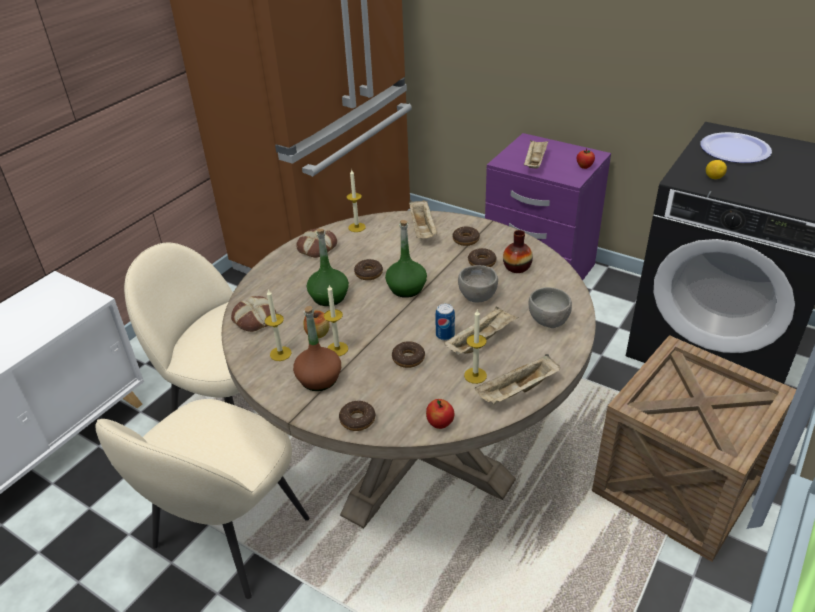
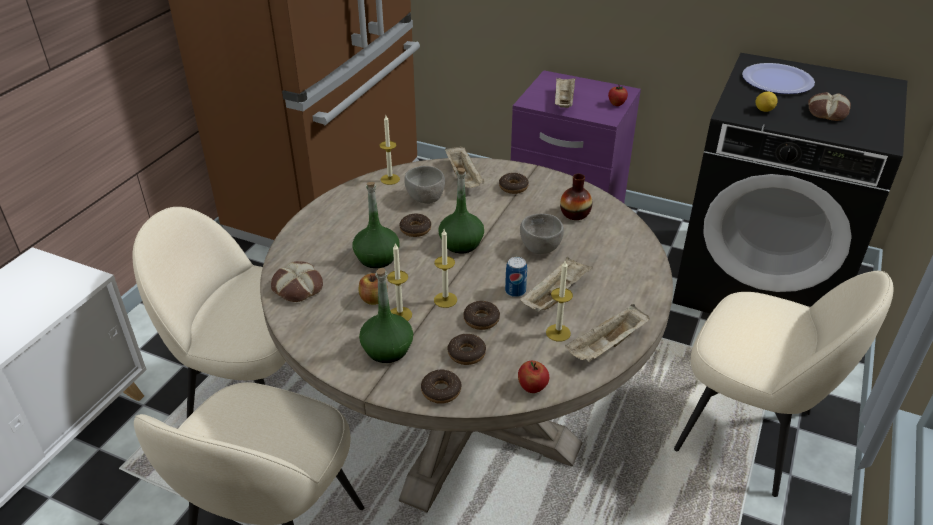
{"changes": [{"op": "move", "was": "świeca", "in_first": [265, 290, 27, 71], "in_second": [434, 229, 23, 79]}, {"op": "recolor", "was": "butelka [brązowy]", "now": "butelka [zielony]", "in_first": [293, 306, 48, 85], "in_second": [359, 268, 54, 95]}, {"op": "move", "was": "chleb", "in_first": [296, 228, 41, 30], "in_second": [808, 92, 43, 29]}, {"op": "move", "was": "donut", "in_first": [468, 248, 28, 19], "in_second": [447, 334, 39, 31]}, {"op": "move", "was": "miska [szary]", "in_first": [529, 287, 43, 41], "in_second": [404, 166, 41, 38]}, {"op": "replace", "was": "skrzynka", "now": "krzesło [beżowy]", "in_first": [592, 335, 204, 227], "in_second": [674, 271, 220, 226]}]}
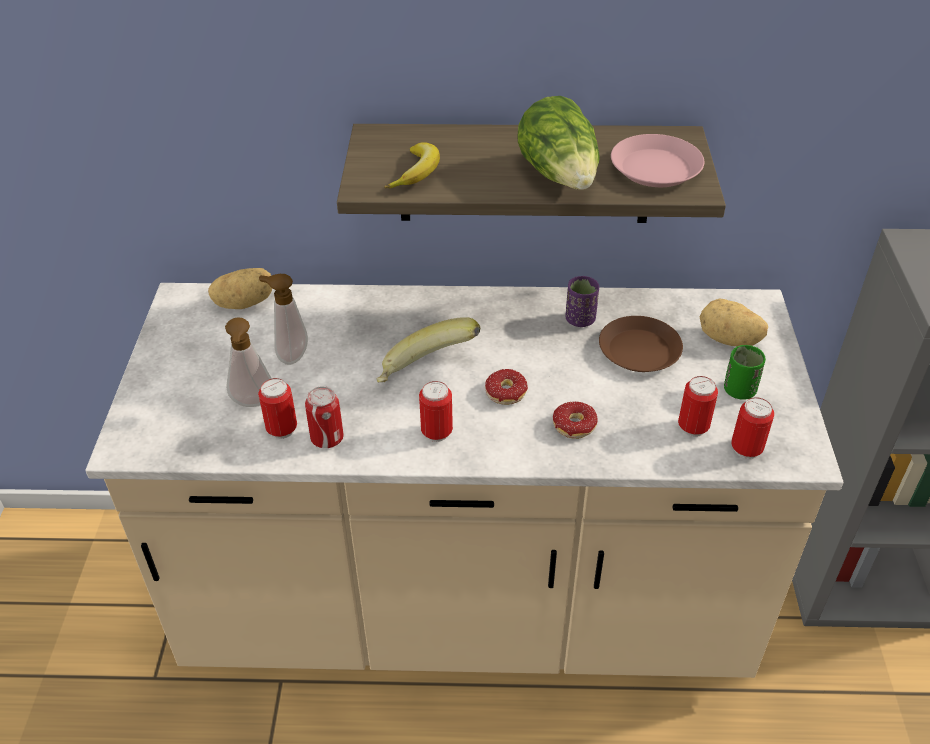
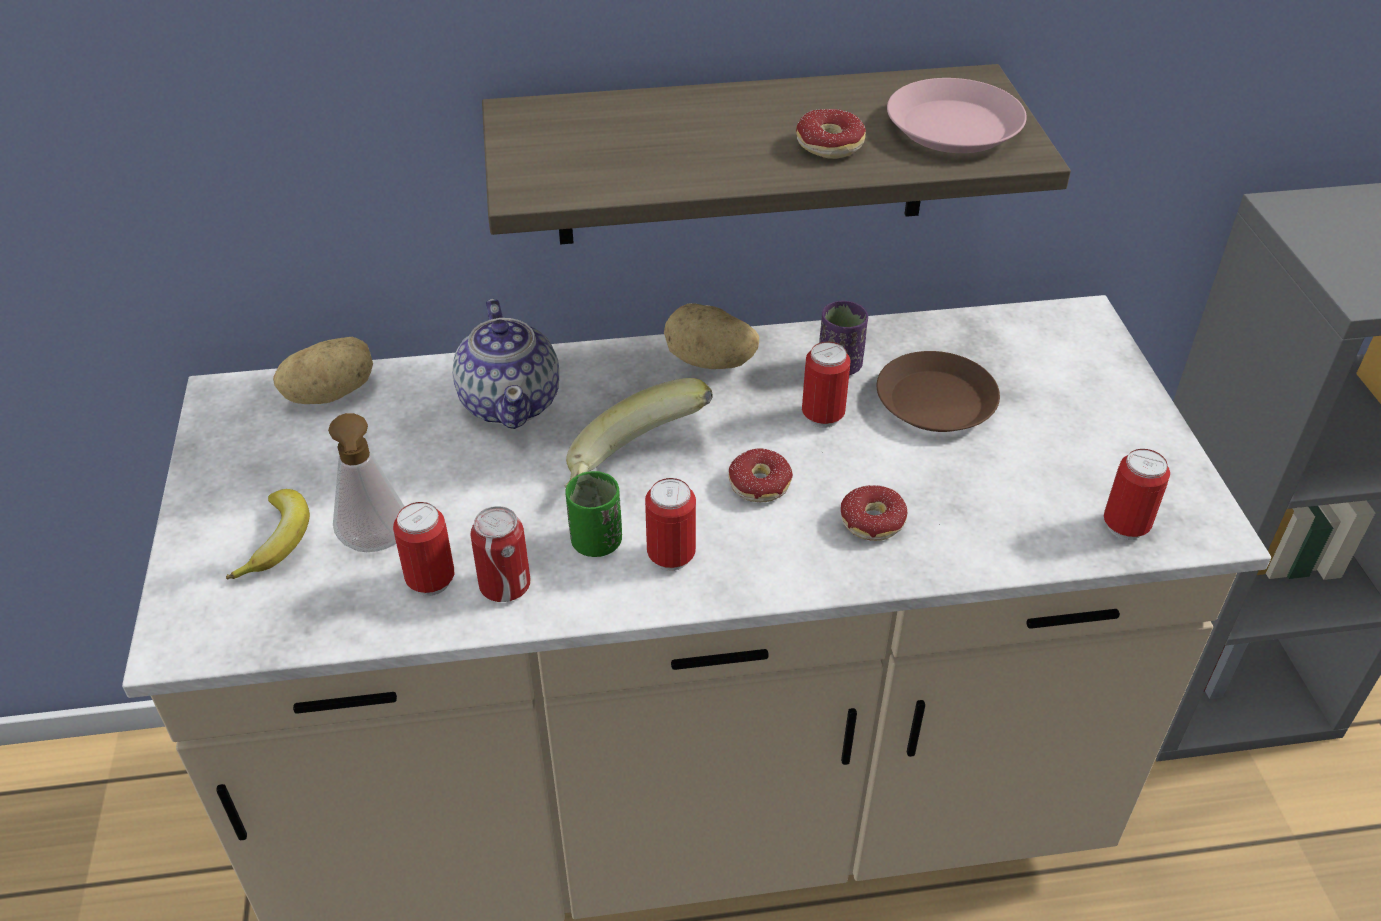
{"changes": [{"op": "delete", "was": "dozownik mydła", "in_first": [259, 274, 49, 91]}, {"op": "move", "was": "banan", "in_first": [384, 142, 56, 47], "in_second": [226, 489, 84, 90]}, {"op": "replace", "was": "sałata", "now": "donut", "in_first": [517, 96, 83, 94], "in_second": [796, 109, 70, 50]}, {"op": "move", "was": "puszka", "in_first": [678, 376, 40, 61], "in_second": [802, 342, 48, 86]}, {"op": "move", "was": "ziemniak", "in_first": [700, 299, 68, 47], "in_second": [664, 303, 95, 66]}, {"op": "move", "was": "filiżanka [zielony]", "in_first": [724, 345, 42, 55], "in_second": [565, 471, 57, 86]}, {"op": "insert", "now": "imbryk", "in_second": [452, 299, 107, 130]}]}
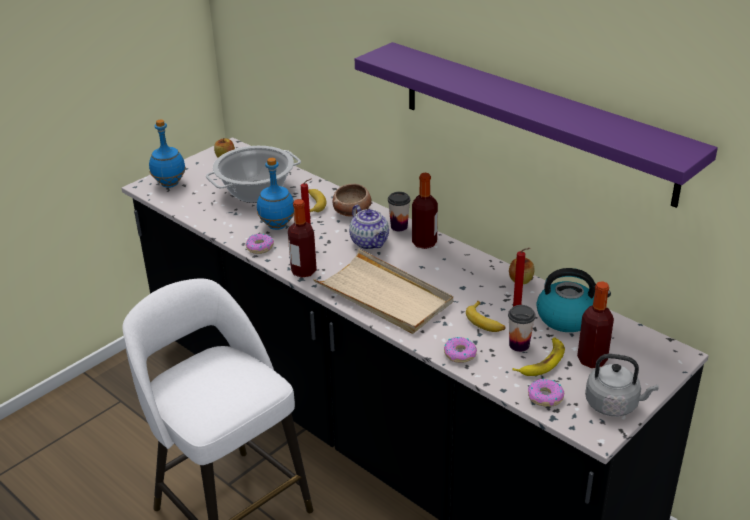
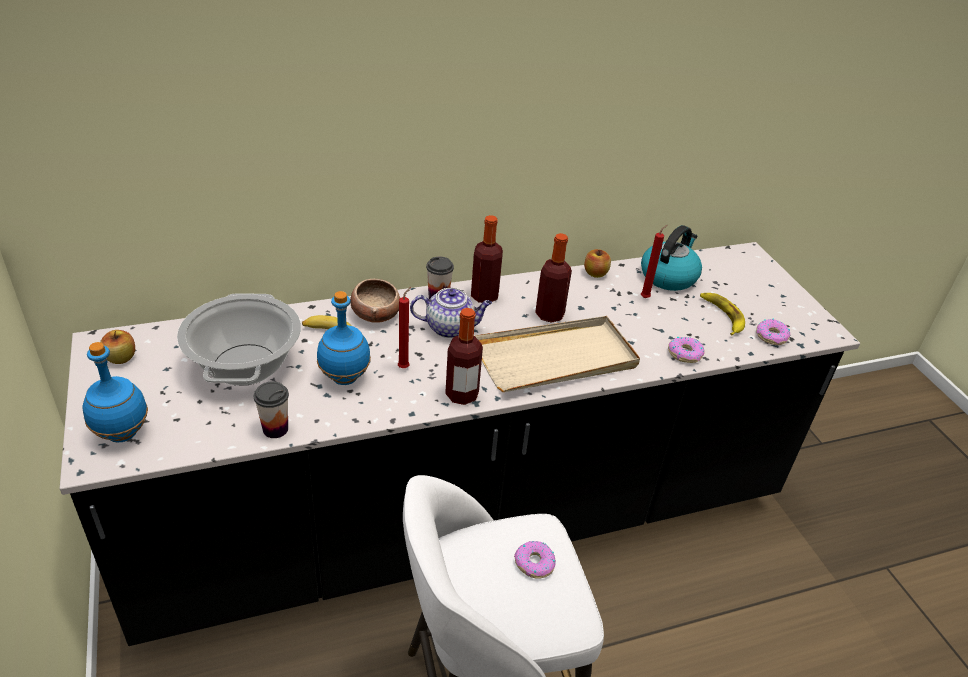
{"changes": [{"op": "move", "was": "donut", "in_first": [246, 233, 28, 21], "in_second": [514, 541, 42, 38]}, {"op": "delete", "was": "półka [fioletowy]", "in_first": [355, 42, 363, 166]}, {"op": "delete", "was": "banan", "in_first": [466, 301, 39, 31]}, {"op": "move", "was": "filiżanka", "in_first": [508, 305, 28, 47], "in_second": [254, 381, 35, 57]}, {"op": "move", "was": "butelka", "in_first": [577, 281, 37, 87], "in_second": [535, 233, 37, 90]}, {"op": "delete", "was": "czajnik [szary]", "in_first": [585, 354, 74, 62]}]}
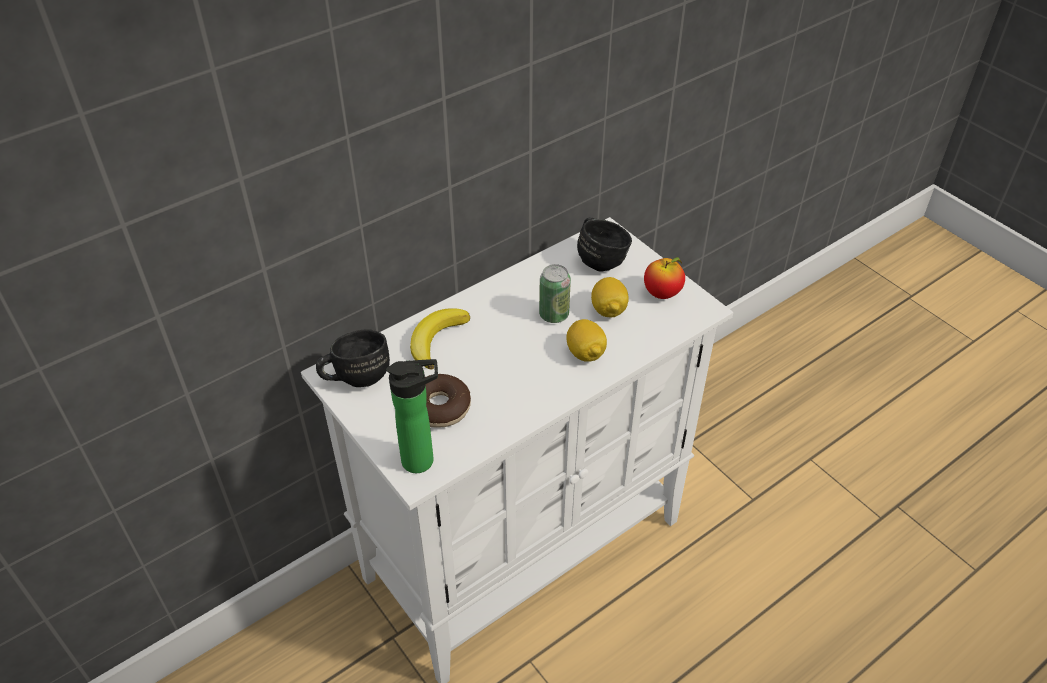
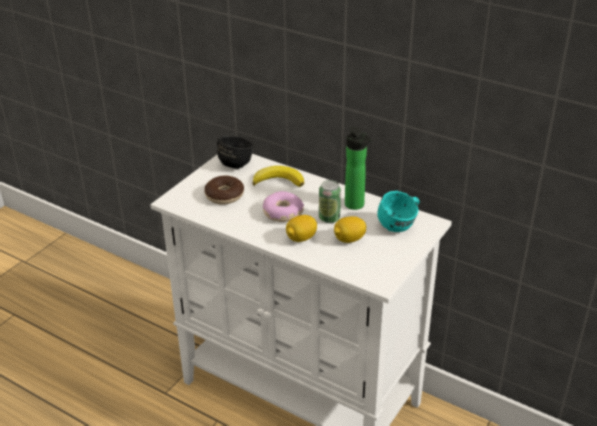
{"changes": [{"op": "move", "was": "butelka", "in_first": [386, 359, 52, 114], "in_second": [345, 127, 27, 83]}, {"op": "recolor", "was": "kubek [czarny]", "now": "kubek [turkusowy]", "in_first": [577, 218, 55, 54], "in_second": [378, 191, 41, 41]}, {"op": "delete", "was": "jabłko", "in_first": [644, 257, 41, 42]}, {"op": "insert", "now": "donut", "in_second": [263, 191, 41, 31]}]}
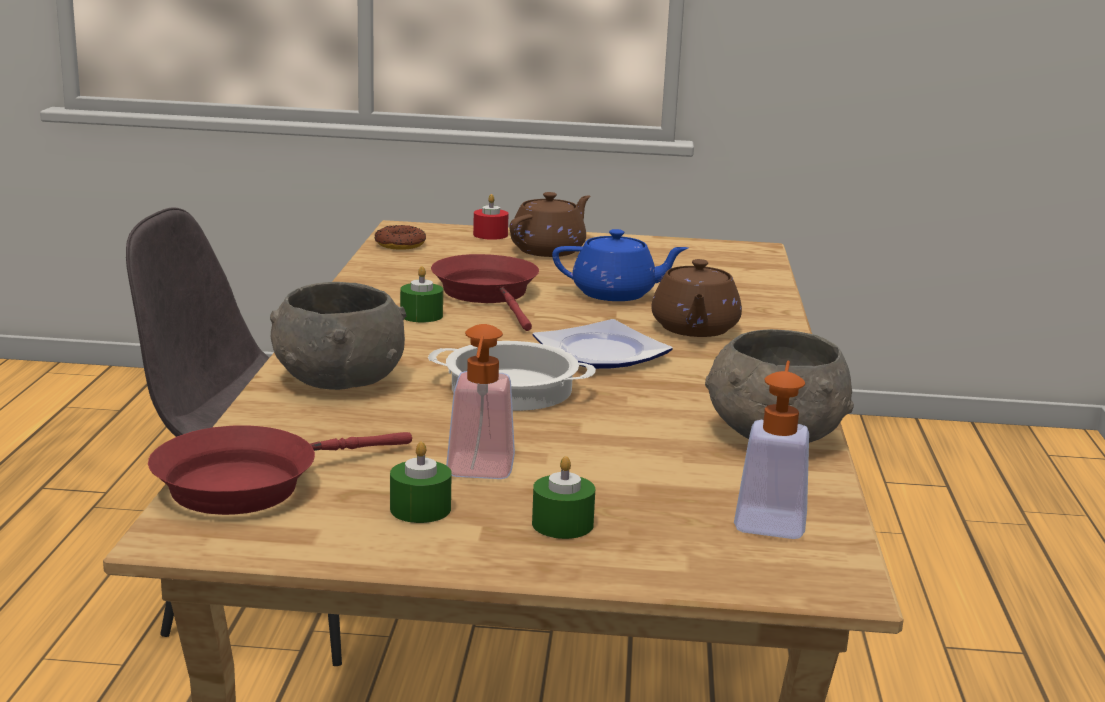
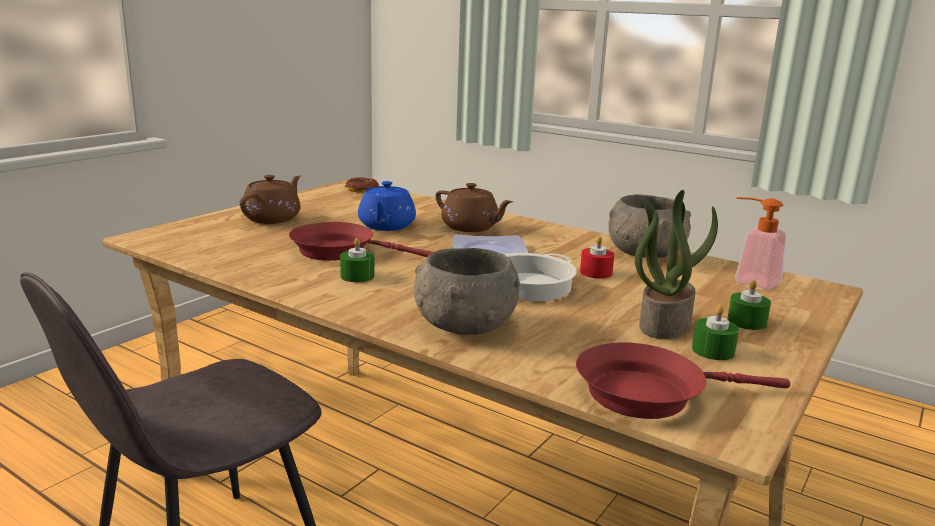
{"changes": [{"op": "rotate", "was": "patelnia [czerwony]", "in_first": [148, 426, 264, 89], "in_second": [576, 342, 214, 77], "clockwise": 90}, {"op": "move", "was": "donut", "in_first": [375, 225, 51, 25], "in_second": [345, 177, 34, 16]}, {"op": "replace", "was": "dozownik mydła", "now": "roślina doniczkowa", "in_first": [446, 324, 69, 155], "in_second": [635, 190, 83, 149]}, {"op": "move", "was": "świeca [czerwony]", "in_first": [473, 194, 36, 46], "in_second": [580, 236, 34, 43]}, {"op": "rotate", "was": "imbryk [brązowy]", "in_first": [510, 192, 81, 65], "in_second": [240, 175, 61, 49], "clockwise": 45}, {"op": "rotate", "was": "imbryk [niebieski]", "in_first": [552, 229, 136, 72], "in_second": [358, 181, 58, 50], "clockwise": 150}]}
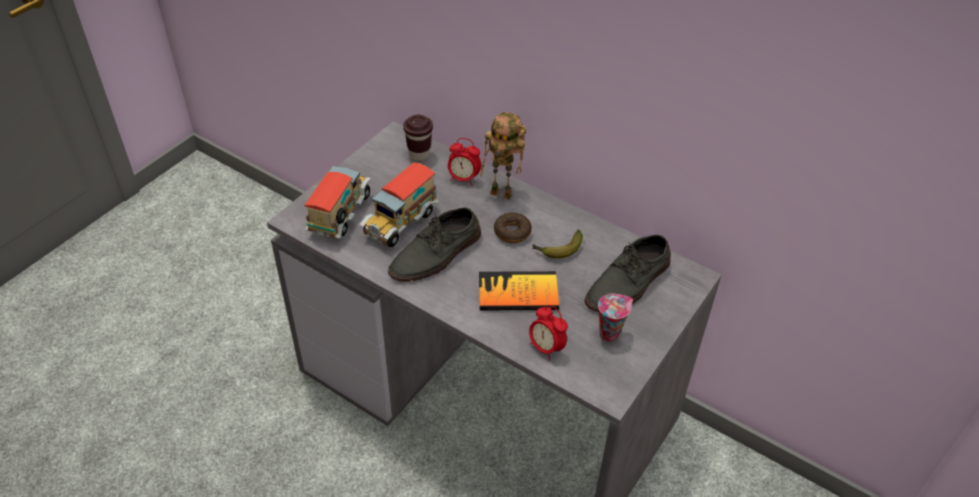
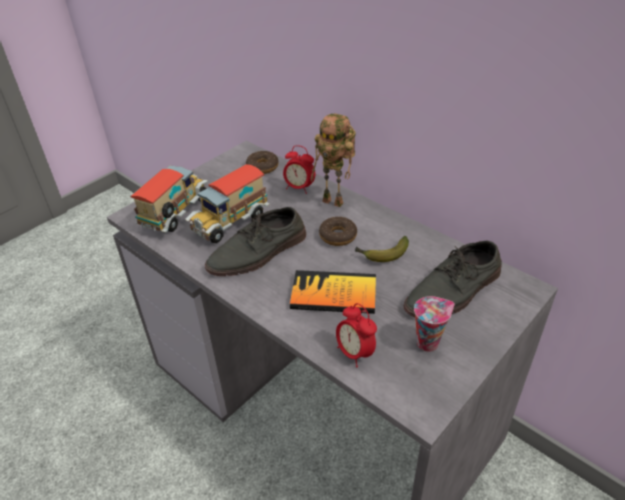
{"changes": [{"op": "replace", "was": "filiżanka [brązowy]", "now": "donut", "in_first": [403, 115, 30, 46], "in_second": [246, 151, 33, 23]}]}
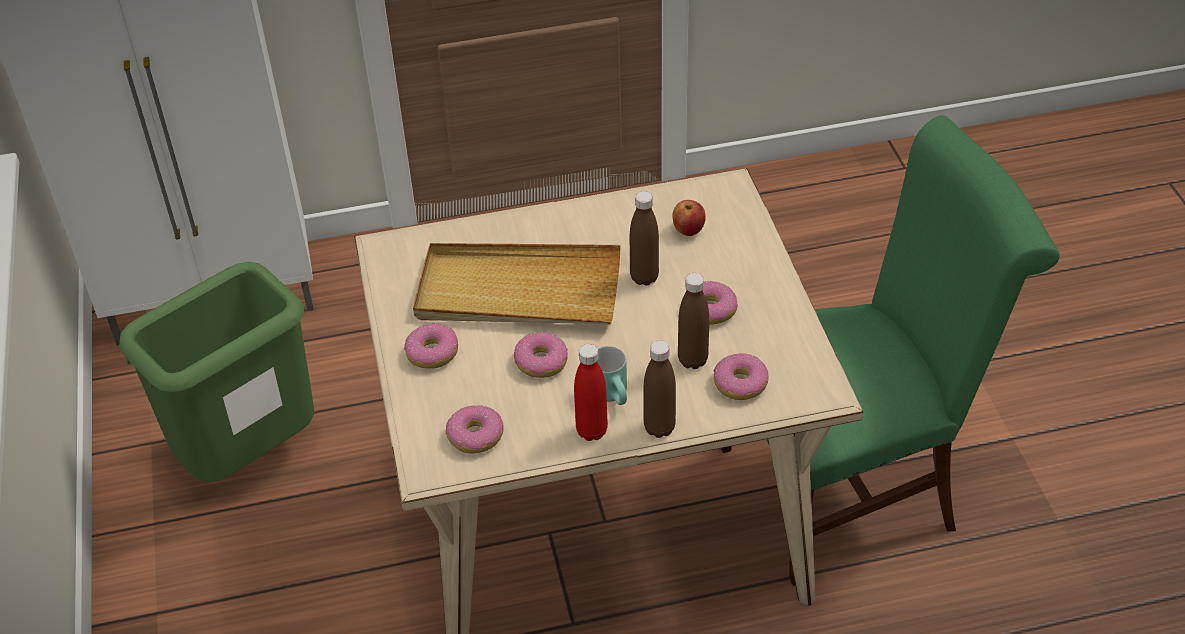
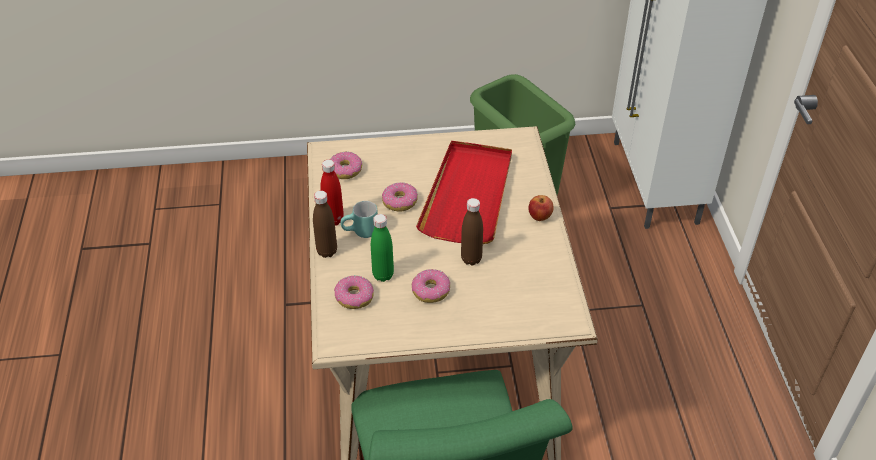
{"changes": [{"op": "delete", "was": "donut", "in_first": [404, 323, 54, 46]}, {"op": "recolor", "was": "taca [beżowy]", "now": "taca [czerwony]", "in_first": [413, 243, 207, 82], "in_second": [416, 141, 96, 103]}, {"op": "move", "was": "jabłko", "in_first": [672, 200, 34, 36], "in_second": [528, 195, 26, 26]}, {"op": "recolor", "was": "butelka [brązowy]", "now": "butelka [zielony]", "in_first": [678, 273, 31, 96], "in_second": [371, 214, 23, 68]}]}
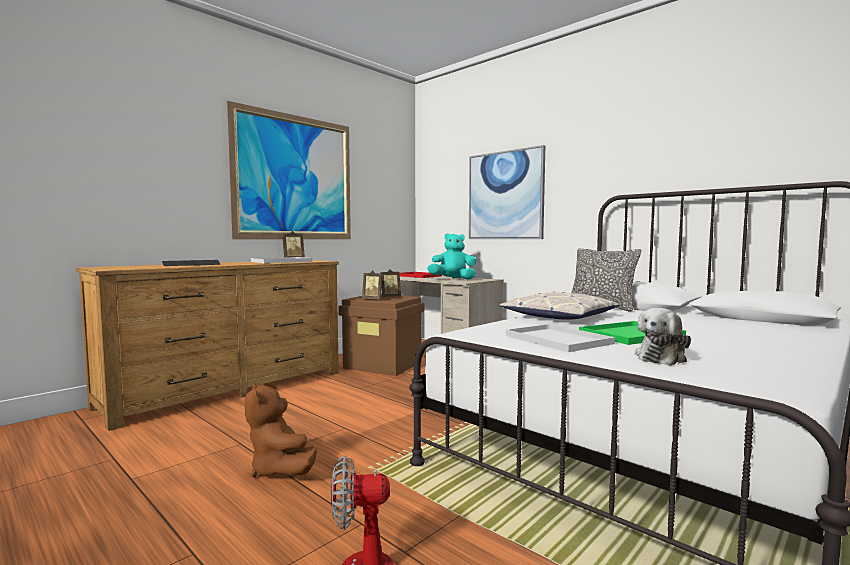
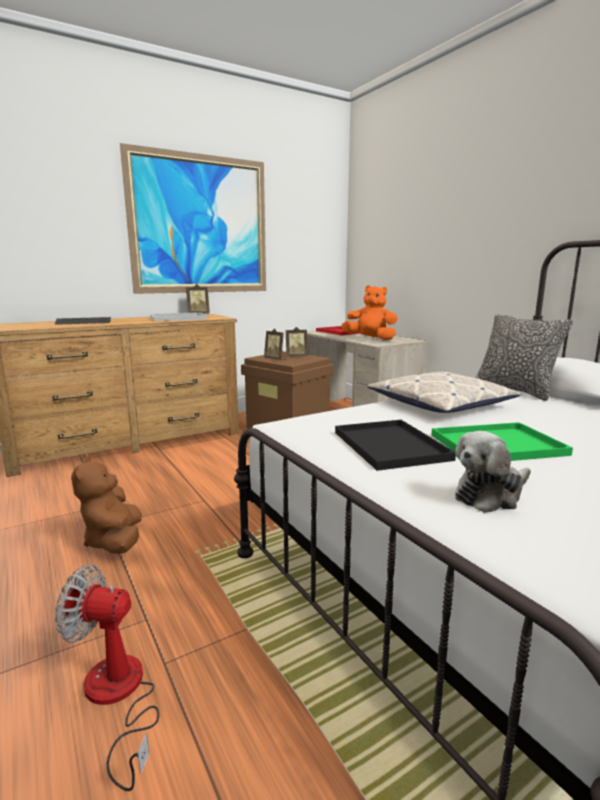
{"changes": [{"op": "recolor", "was": "pluszak [turkusowy]", "now": "pluszak [pomarańczowy]", "in_first": [427, 233, 49, 47], "in_second": [341, 285, 57, 55]}, {"op": "delete", "was": "obraz", "in_first": [469, 145, 76, 94]}, {"op": "recolor", "was": "taca [biały]", "now": "taca [czarny]", "in_first": [505, 324, 110, 28], "in_second": [335, 420, 121, 51]}]}
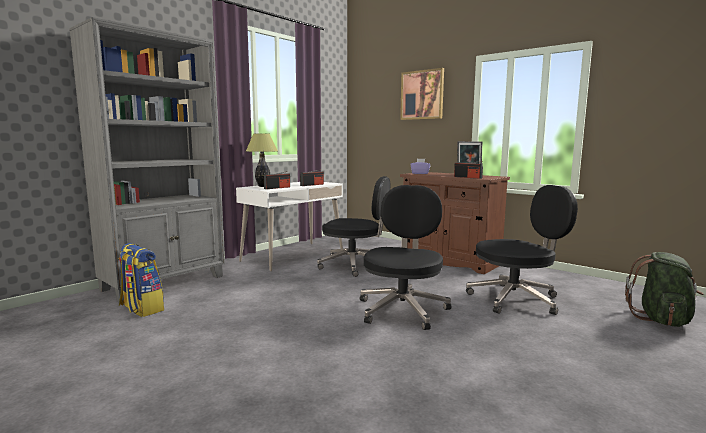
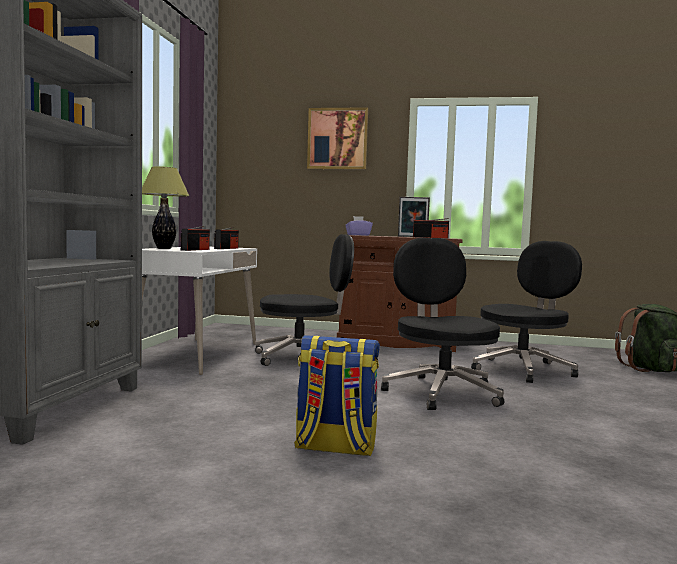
{"changes": [{"op": "move", "was": "plecak", "in_first": [119, 243, 45, 74], "in_second": [294, 335, 86, 121]}]}
